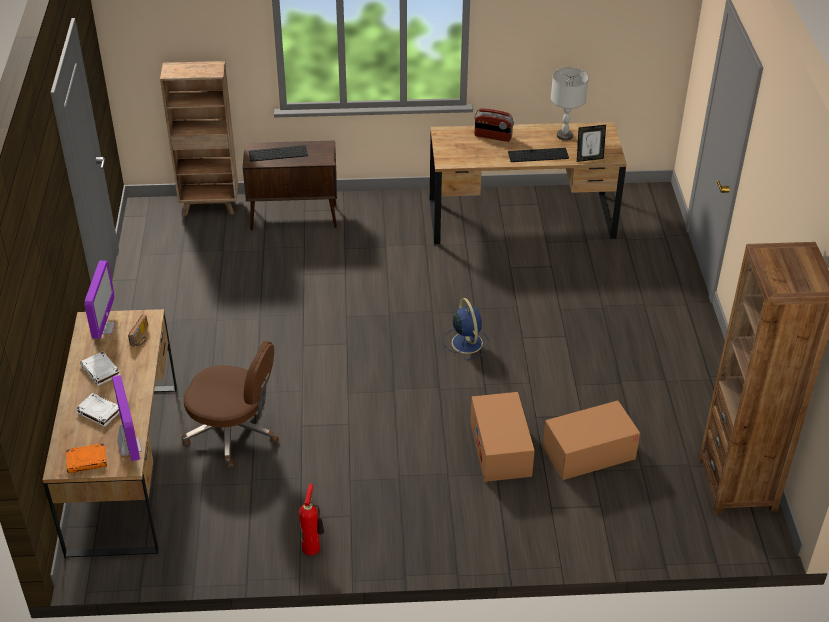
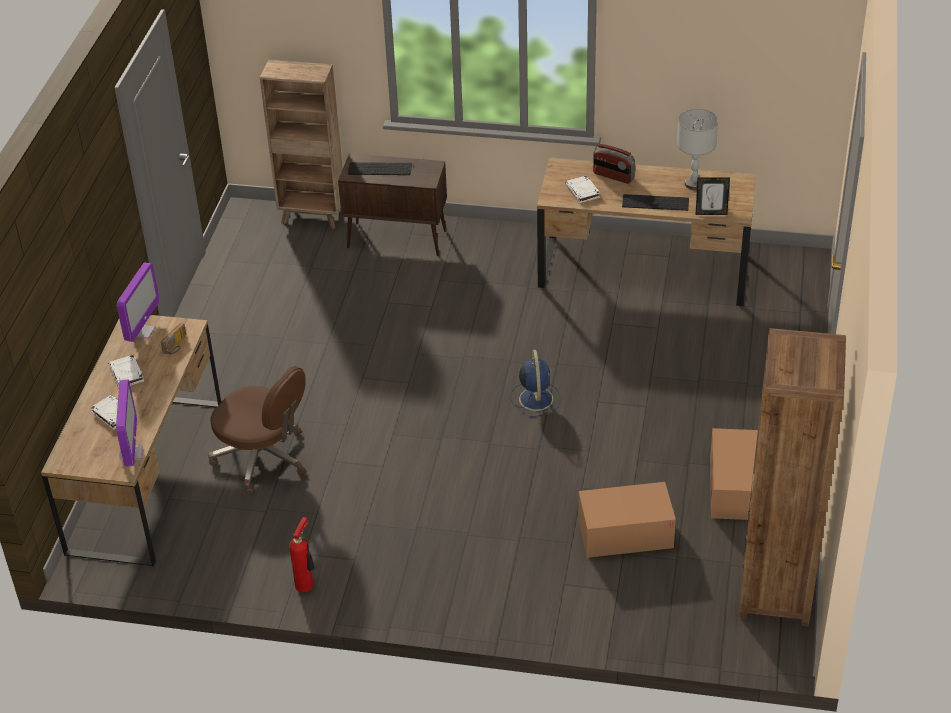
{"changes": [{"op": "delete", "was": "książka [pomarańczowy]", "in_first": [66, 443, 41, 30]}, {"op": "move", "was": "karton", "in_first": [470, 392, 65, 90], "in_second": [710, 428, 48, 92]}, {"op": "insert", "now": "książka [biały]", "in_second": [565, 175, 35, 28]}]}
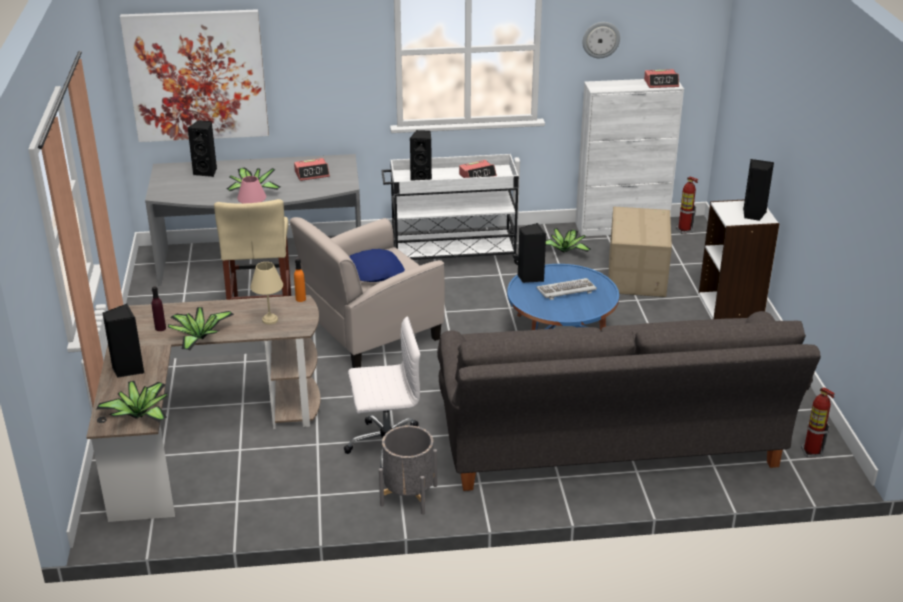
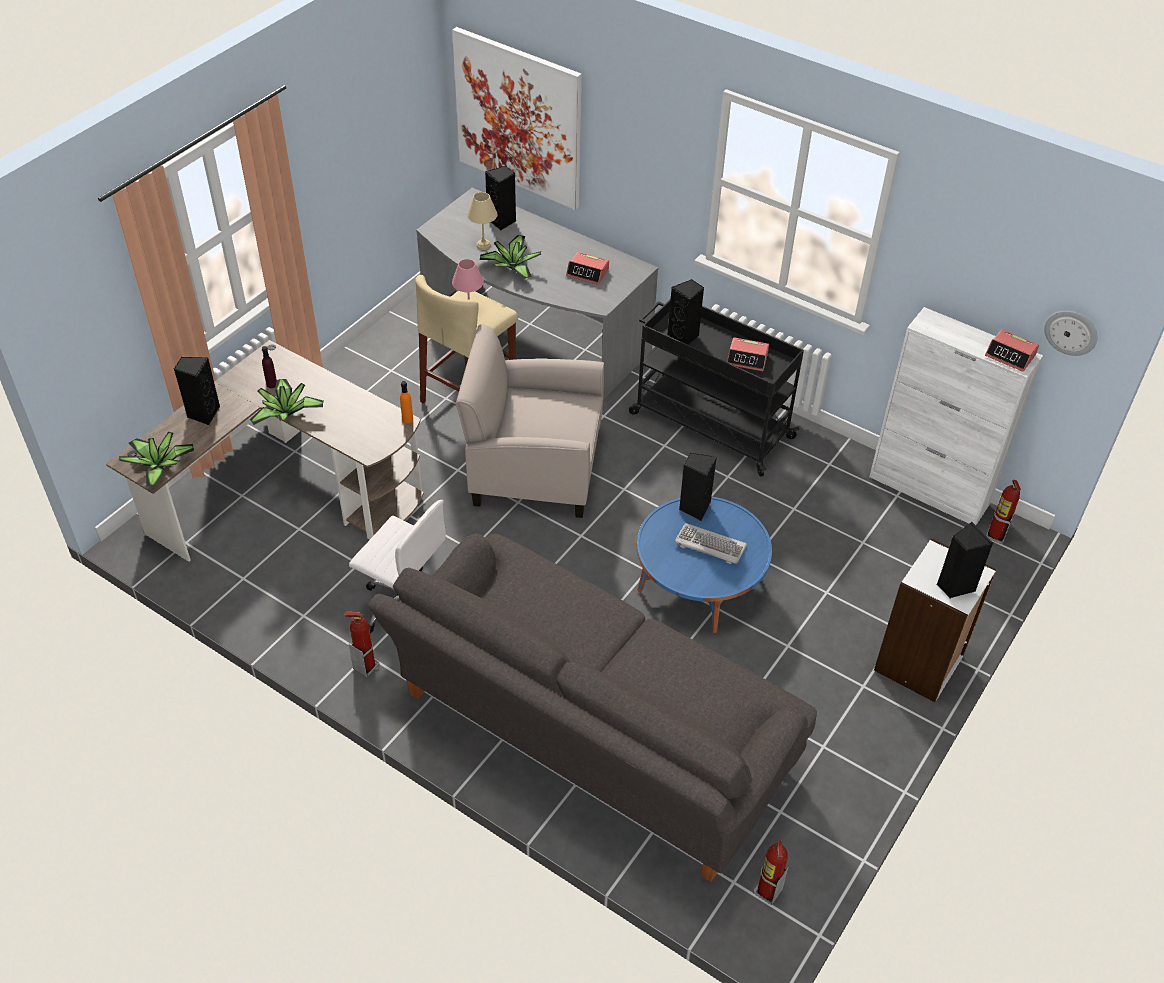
{"changes": [{"op": "move", "was": "lampa stołowa [beżowy]", "in_first": [250, 262, 33, 63], "in_second": [467, 192, 31, 58]}, {"op": "delete", "was": "poduszka [niebieski]", "in_first": [349, 249, 56, 33]}, {"op": "replace", "was": "donica [szary]", "now": "gaśnica", "in_first": [379, 425, 58, 89], "in_second": [345, 612, 34, 65]}, {"op": "recolor", "was": "wózek [biały]", "now": "wózek [czarny]", "in_first": [381, 154, 138, 111], "in_second": [629, 299, 175, 178]}, {"op": "delete", "was": "roślina doniczkowa", "in_first": [546, 228, 45, 24]}, {"op": "move", "was": "zegar ścienny", "in_first": [583, 22, 37, 36], "in_second": [1044, 311, 53, 45]}, {"op": "delete", "was": "karton", "in_first": [608, 207, 64, 90]}]}
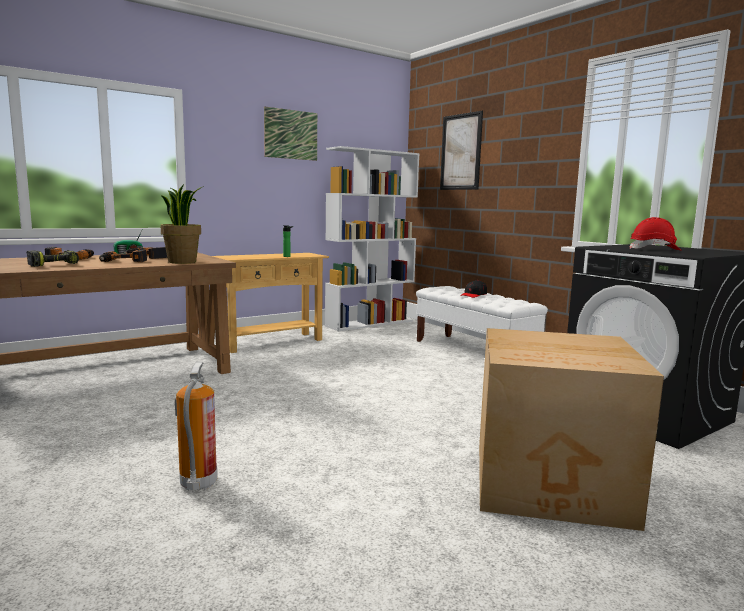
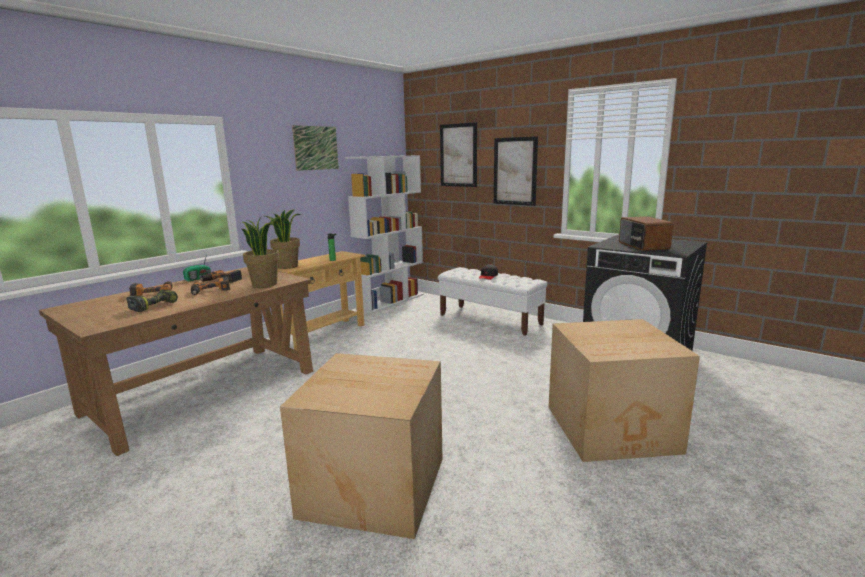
{"changes": [{"op": "replace", "was": "gaśnica", "now": "karton", "in_first": [175, 362, 43, 128], "in_second": [280, 353, 163, 186]}, {"op": "replace", "was": "kask [czerwony]", "now": "radio", "in_first": [630, 217, 52, 34], "in_second": [619, 216, 54, 35]}, {"op": "insert", "now": "roślina doniczkowa", "in_second": [265, 209, 36, 60]}, {"op": "insert", "now": "obraz", "in_second": [494, 136, 44, 70]}]}
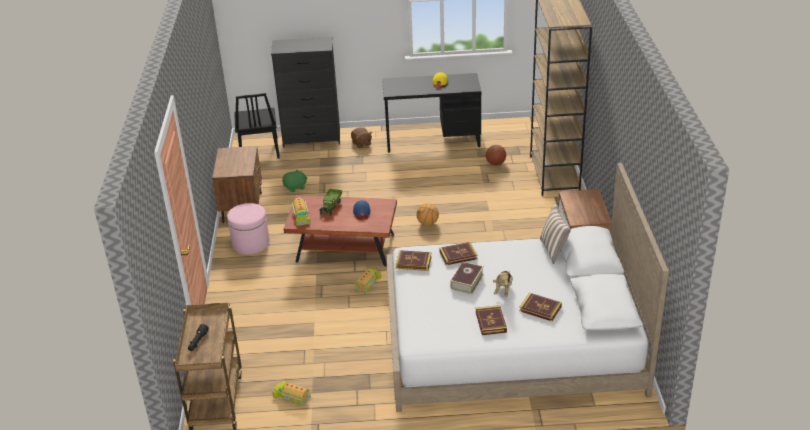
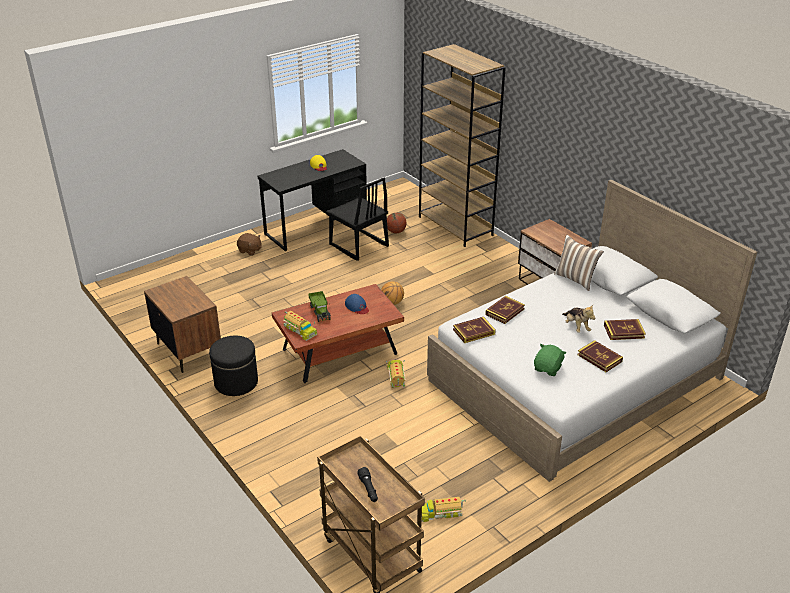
{"changes": [{"op": "recolor", "was": "pufa [różowy]", "now": "pufa [czarny]", "in_first": [227, 203, 42, 52], "in_second": [209, 336, 49, 60]}, {"op": "move", "was": "krzesło [czarny]", "in_first": [234, 93, 46, 65], "in_second": [326, 178, 63, 83]}, {"op": "delete", "was": "komoda [czarny]", "in_first": [271, 37, 69, 111]}, {"op": "move", "was": "pluszak [zielony]", "in_first": [282, 169, 25, 23], "in_second": [534, 344, 32, 32]}, {"op": "delete", "was": "książka", "in_first": [450, 262, 34, 32]}]}
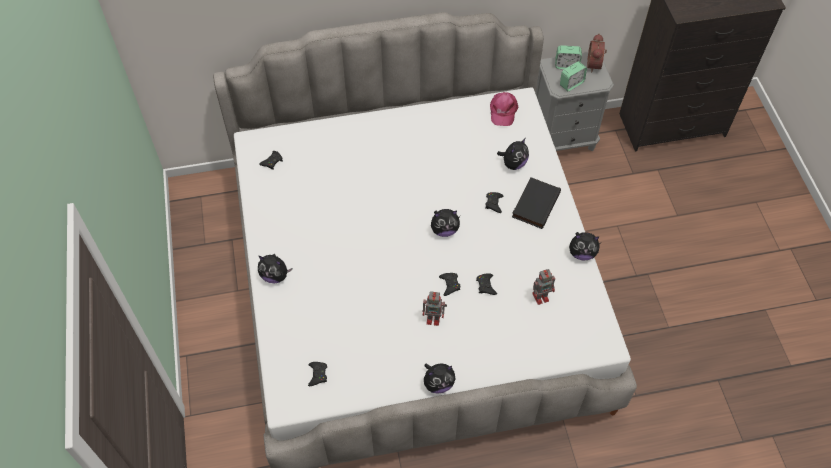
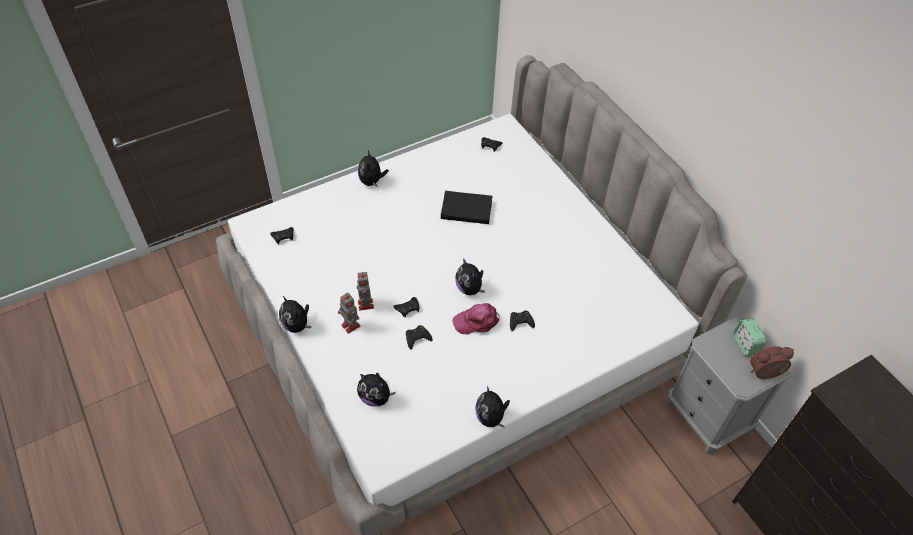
{"changes": [{"op": "move", "was": "czapka z daszkiem [różowy]", "in_first": [490, 92, 28, 34], "in_second": [453, 303, 47, 32]}, {"op": "move", "was": "pluszak", "in_first": [497, 138, 32, 32], "in_second": [357, 373, 39, 34]}, {"op": "move", "was": "książka [czarny]", "in_first": [512, 177, 49, 52], "in_second": [441, 191, 51, 33]}, {"op": "move", "was": "robot zabawkowy", "in_first": [532, 269, 23, 36], "in_second": [338, 293, 22, 41]}, {"op": "delete", "was": "budzik", "in_first": [560, 61, 27, 30]}]}
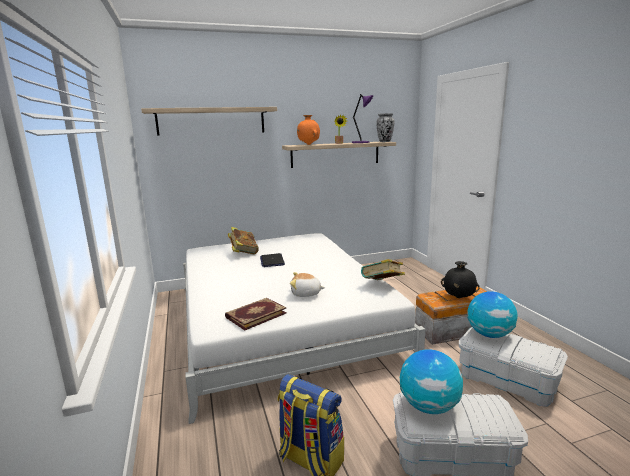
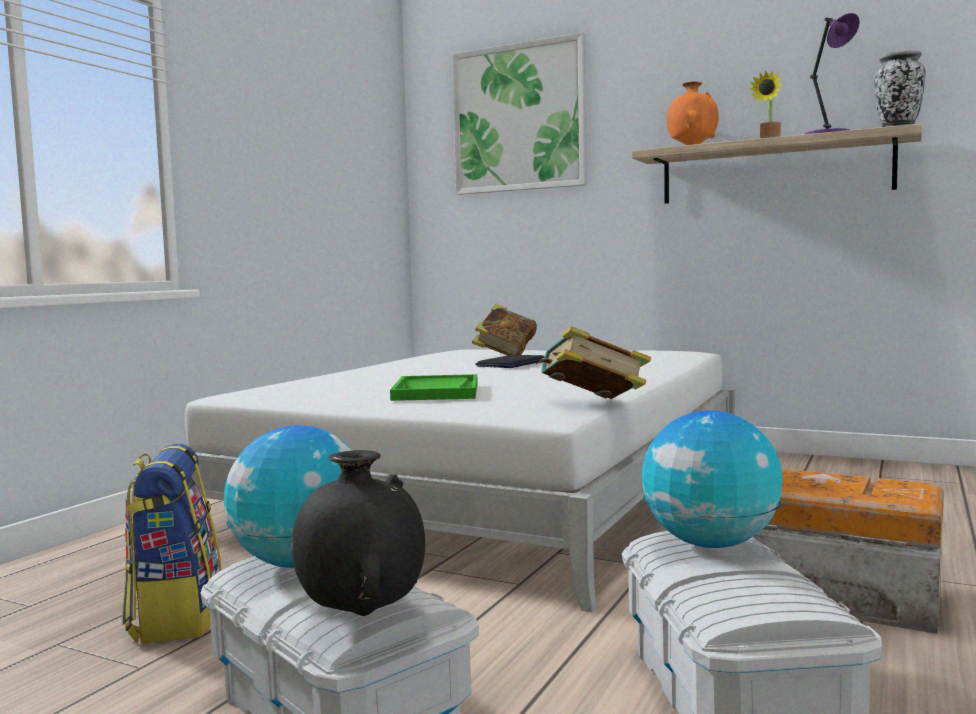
{"changes": [{"op": "replace", "was": "półka", "now": "obraz", "in_first": [141, 107, 136, 29], "in_second": [452, 32, 135, 163]}, {"op": "delete", "was": "książka", "in_first": [225, 298, 61, 33]}, {"op": "replace", "was": "pluszak", "now": "taca [zielony]", "in_first": [290, 272, 35, 25], "in_second": [390, 374, 88, 27]}, {"op": "move", "was": "wazon [czarny]", "in_first": [441, 261, 39, 37], "in_second": [292, 450, 133, 166]}]}
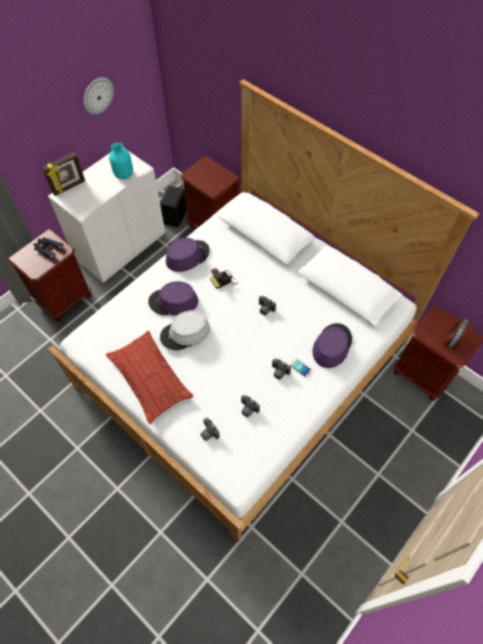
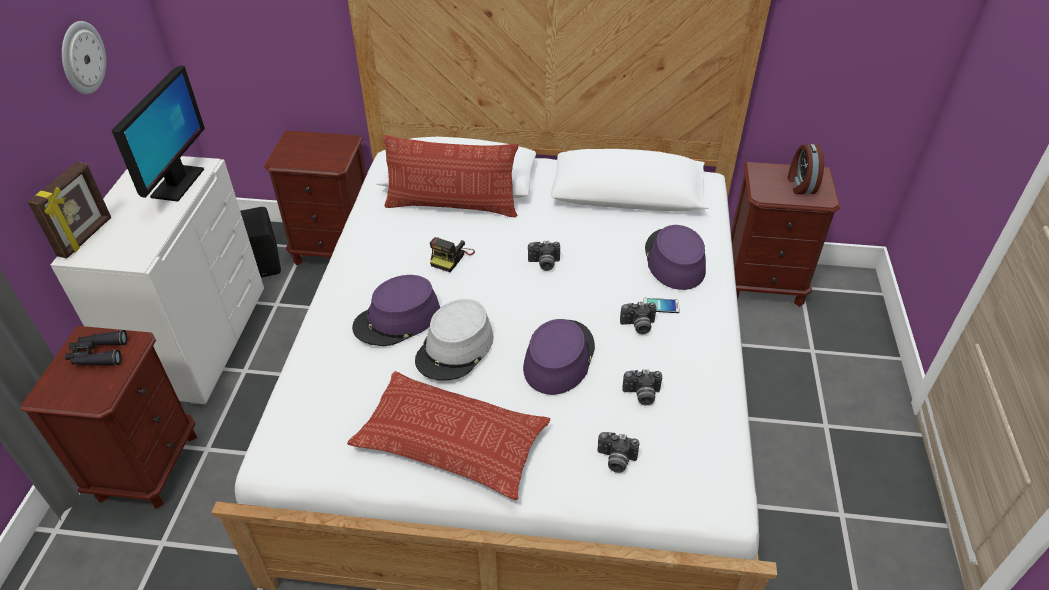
{"changes": [{"op": "replace", "was": "wazon [turkusowy]", "now": "monitor", "in_first": [109, 143, 24, 36], "in_second": [112, 66, 93, 136]}, {"op": "move", "was": "kapelusz [fioletowy]", "in_first": [166, 238, 44, 34], "in_second": [523, 319, 72, 76]}, {"op": "insert", "now": "poduszka", "in_second": [383, 135, 135, 82]}]}
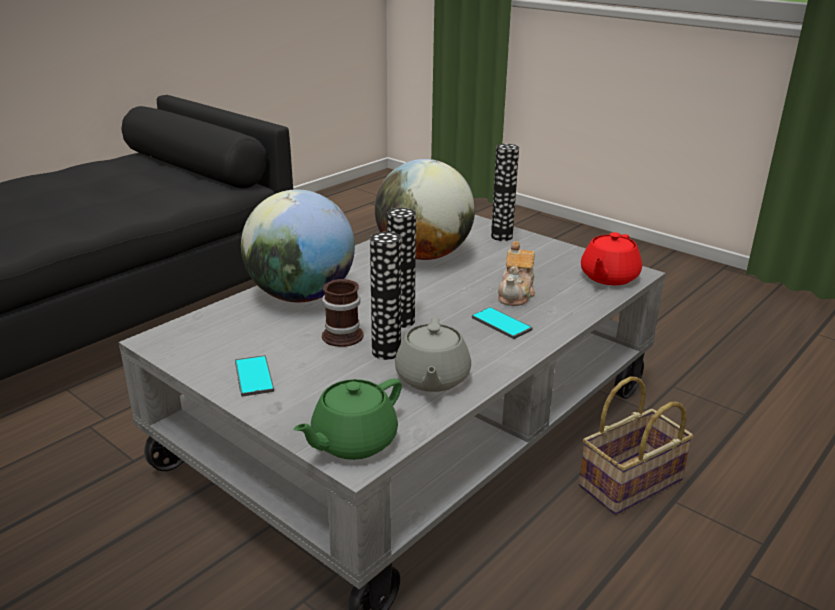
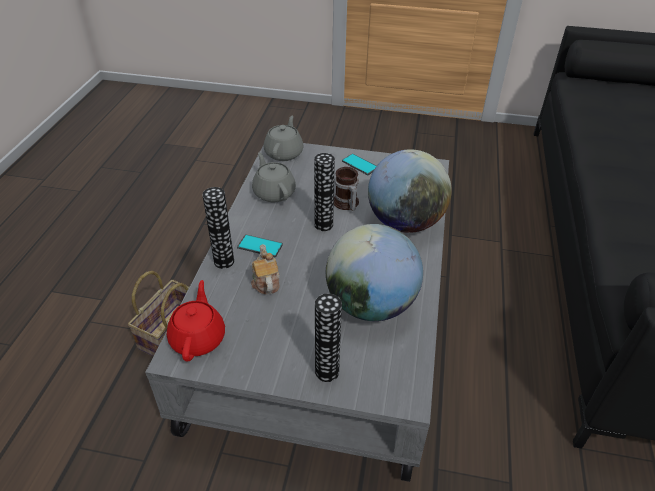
{"changes": [{"op": "recolor", "was": "imbryk [zielony]", "now": "imbryk [szary]", "in_first": [294, 378, 108, 82], "in_second": [263, 115, 41, 46]}, {"op": "move", "was": "wazon", "in_first": [370, 232, 31, 128], "in_second": [202, 187, 32, 82]}]}
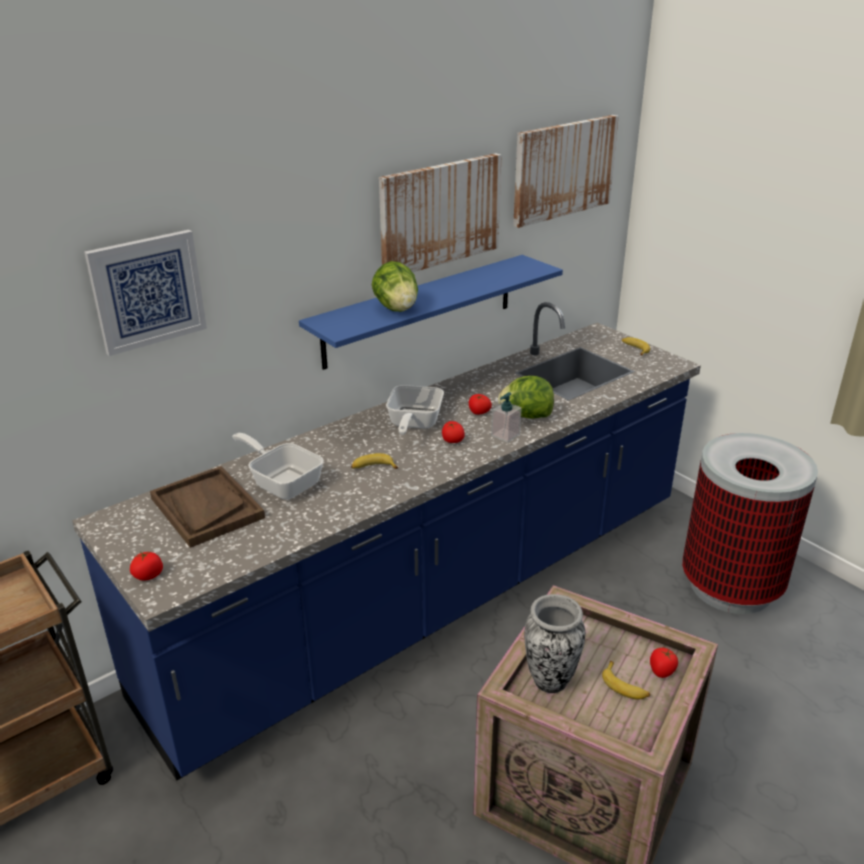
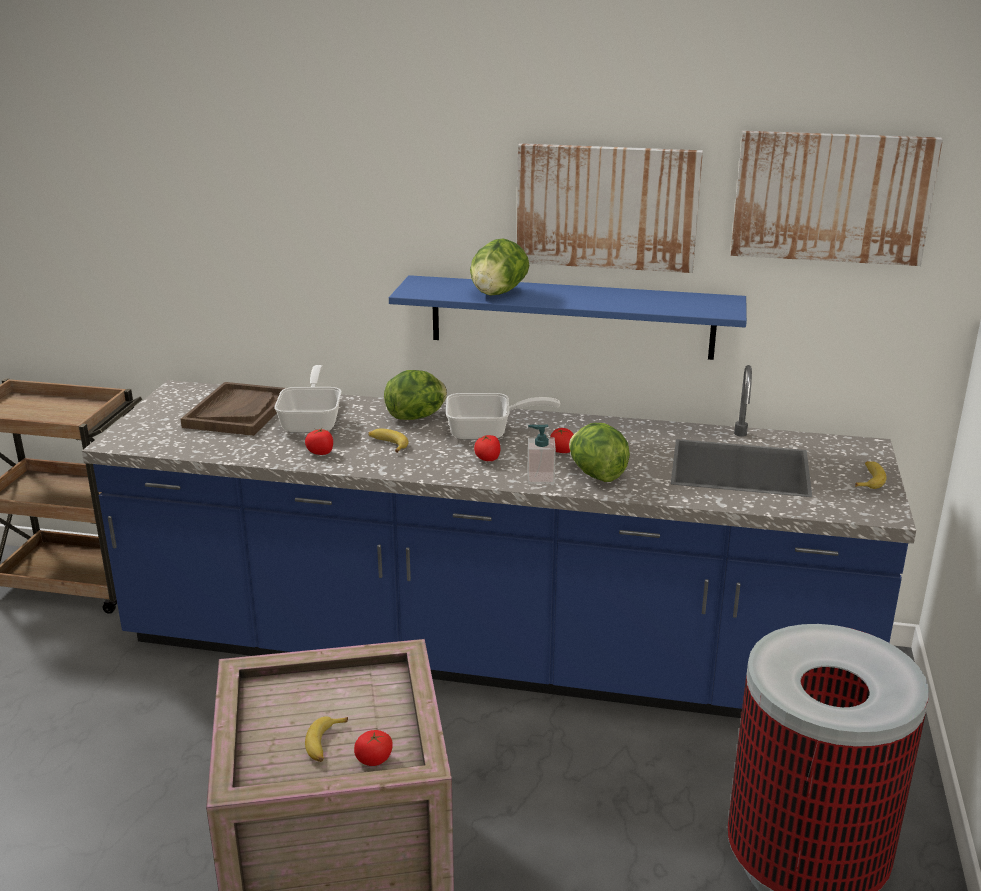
{"changes": [{"op": "delete", "was": "obraz", "in_first": [84, 230, 123, 126]}, {"op": "move", "was": "pomidor", "in_first": [130, 551, 33, 30], "in_second": [305, 428, 28, 27]}, {"op": "rotate", "was": "patelnia", "in_first": [386, 385, 58, 50], "in_second": [446, 393, 114, 47], "clockwise": -150}, {"op": "delete", "was": "wazon", "in_first": [524, 594, 61, 99]}, {"op": "insert", "now": "sałata", "in_second": [384, 370, 63, 50]}]}
